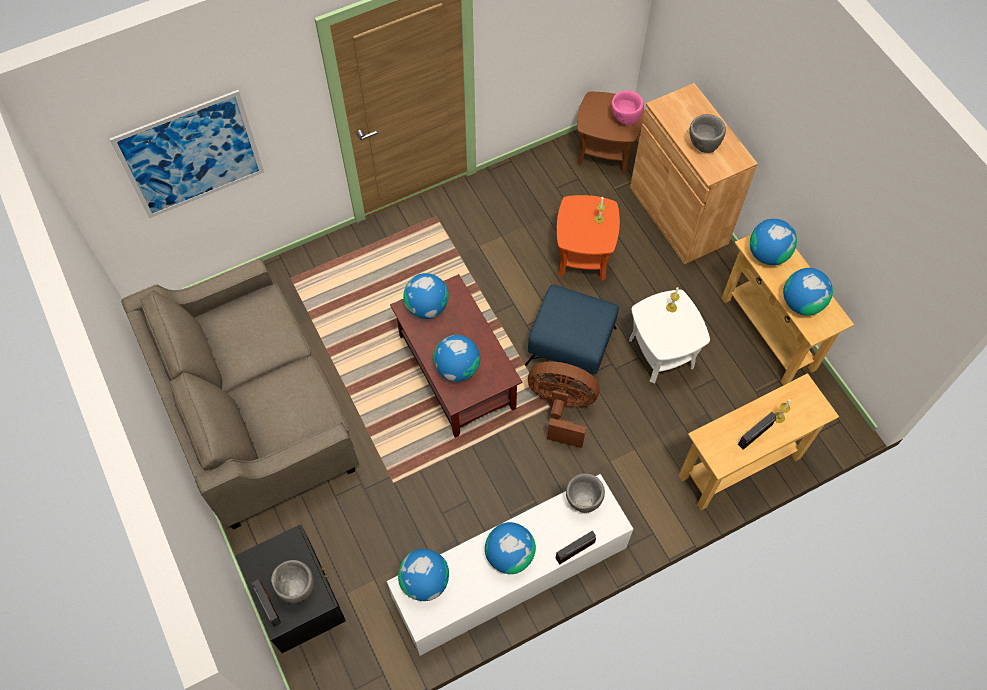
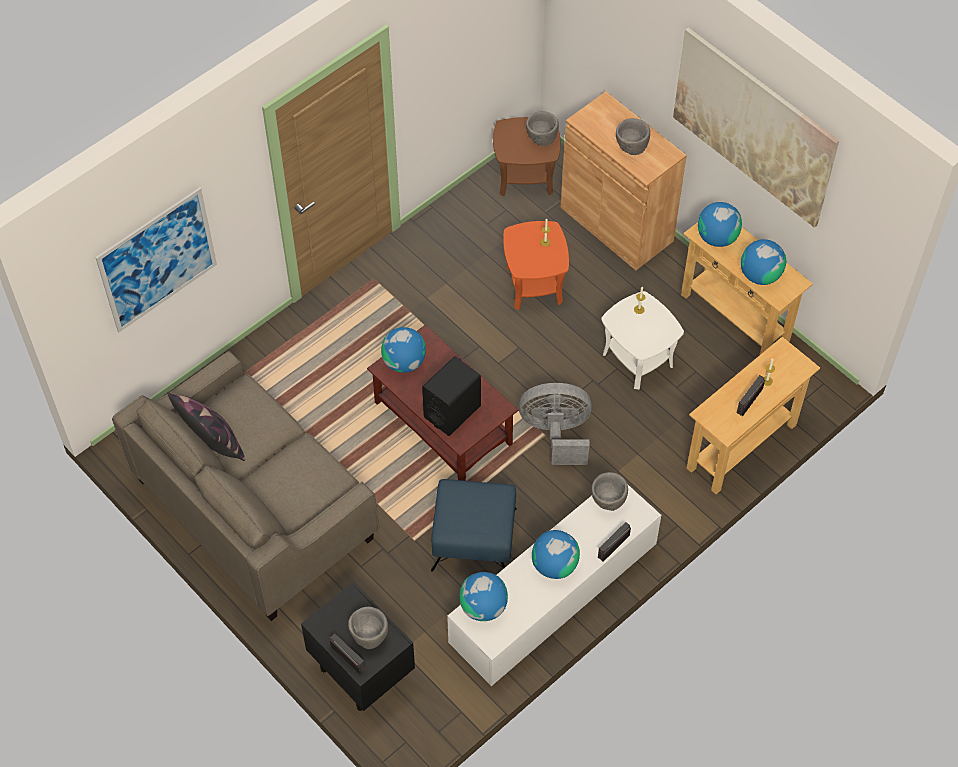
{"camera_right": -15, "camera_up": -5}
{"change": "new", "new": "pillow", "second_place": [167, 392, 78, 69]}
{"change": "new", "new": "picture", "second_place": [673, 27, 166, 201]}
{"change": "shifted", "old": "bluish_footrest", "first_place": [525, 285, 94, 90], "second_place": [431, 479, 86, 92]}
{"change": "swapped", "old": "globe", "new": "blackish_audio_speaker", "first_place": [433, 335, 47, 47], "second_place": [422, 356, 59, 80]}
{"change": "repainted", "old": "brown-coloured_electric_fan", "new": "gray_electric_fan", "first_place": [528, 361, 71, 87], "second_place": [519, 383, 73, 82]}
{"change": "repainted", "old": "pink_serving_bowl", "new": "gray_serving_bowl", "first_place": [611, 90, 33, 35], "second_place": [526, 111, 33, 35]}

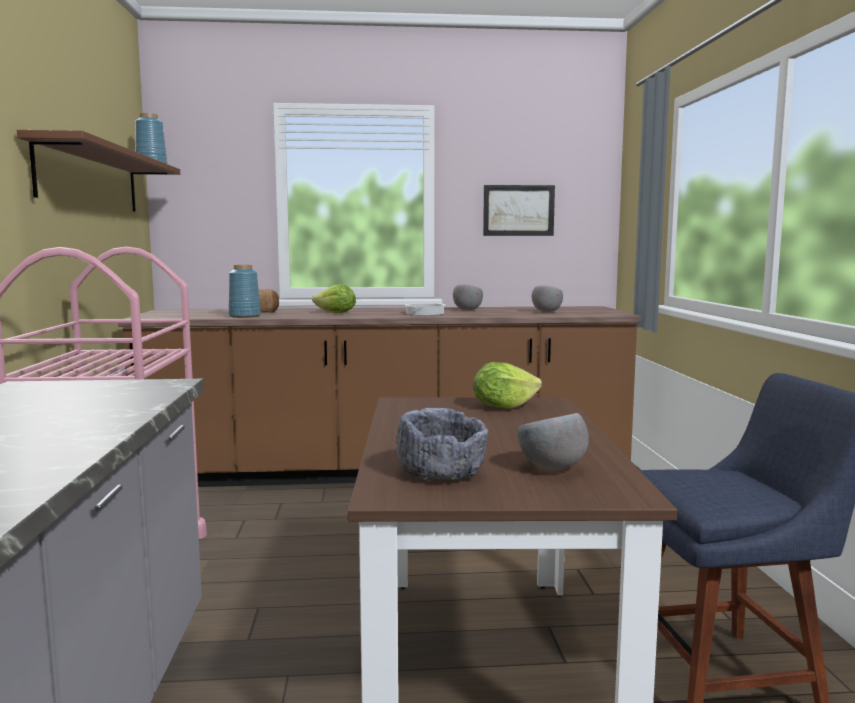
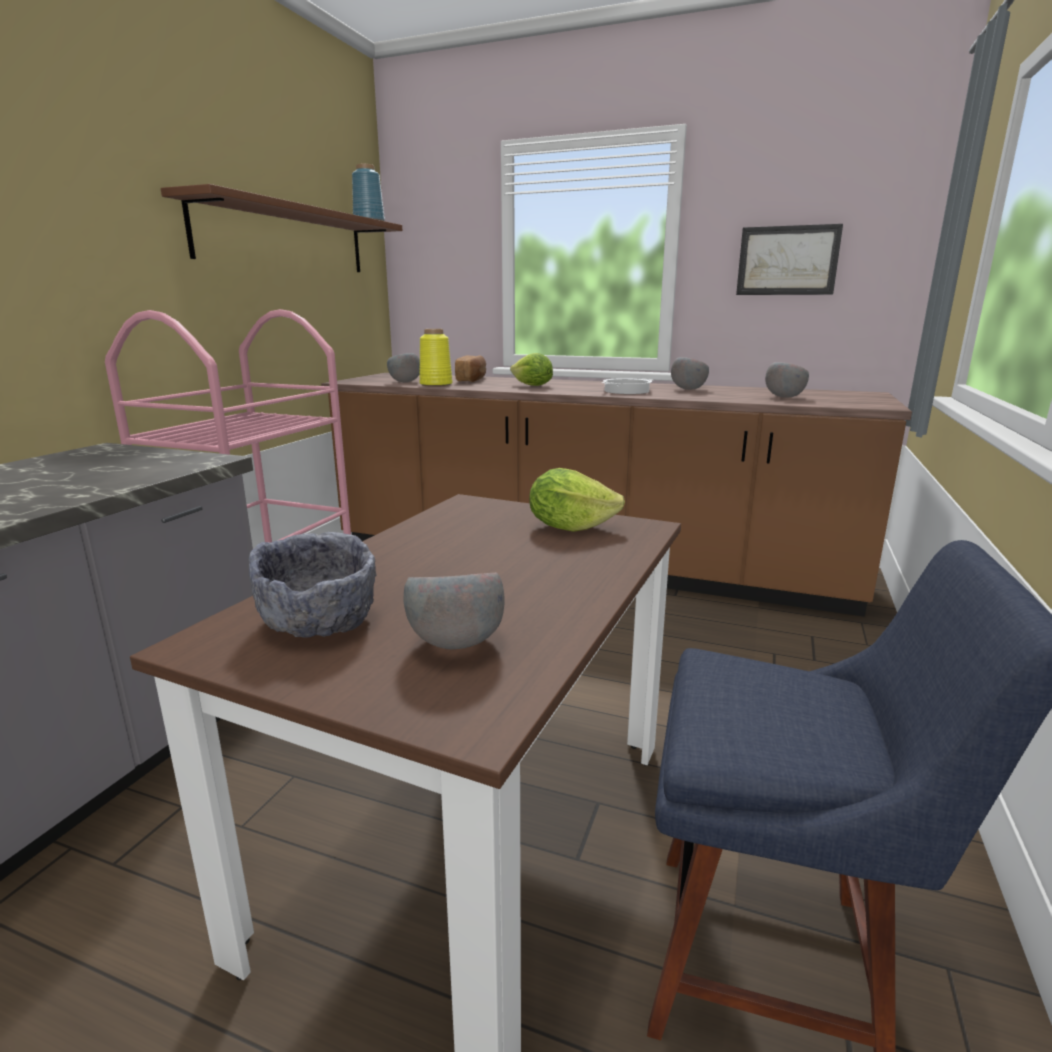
{"camera_right": 25, "camera_up": 10}
{"change": "new", "new": "gray_serving_bowl", "second_place": [387, 353, 33, 29]}
{"change": "repainted", "old": "bluish_decorative_vase", "new": "yellow-coloured_decorative_vase", "first_place": [229, 264, 32, 54], "second_place": [419, 329, 34, 58]}

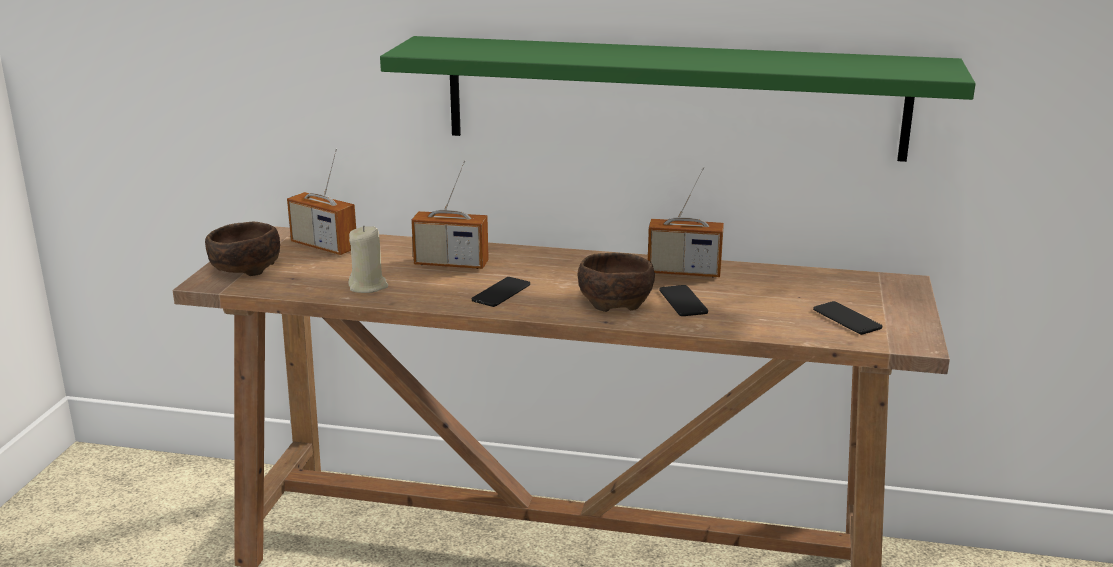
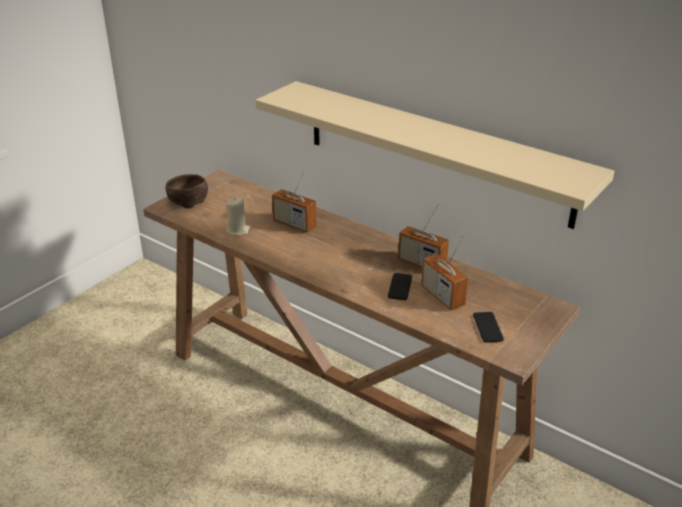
{"camera_right": 25, "camera_up": 10}
{"change": "gone", "old": "telephone", "first_place": [472, 277, 58, 30]}
{"change": "gone", "old": "brown-coloured_serving_bowl", "first_place": [578, 253, 77, 59]}
{"change": "shifted", "old": "radio_receiver", "first_place": [287, 148, 69, 107], "second_place": [421, 236, 47, 74]}
{"change": "repainted", "old": "greenish_wall_shelf", "new": "beige-coloured_wall_shelf", "first_place": [380, 36, 596, 126], "second_place": [255, 81, 360, 148]}

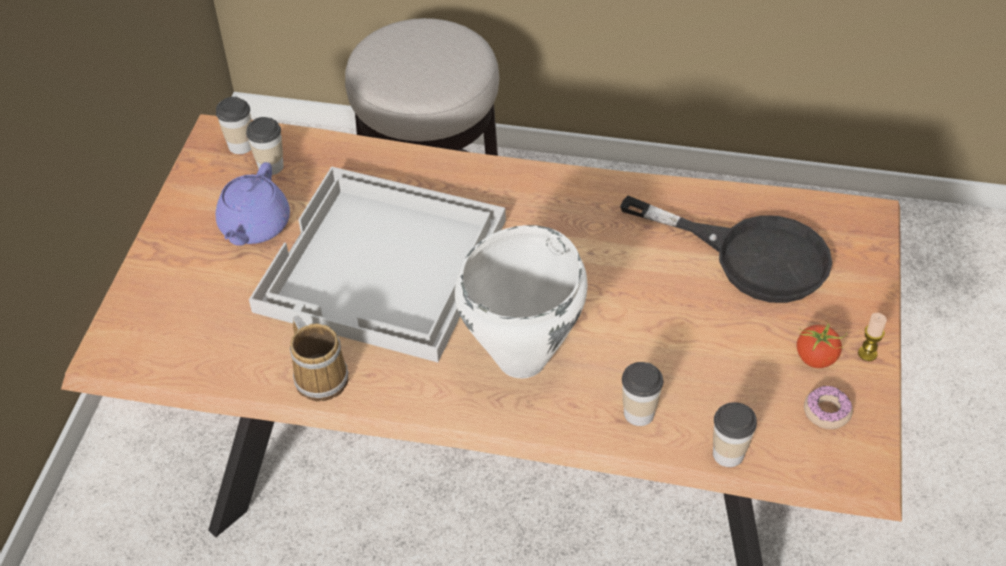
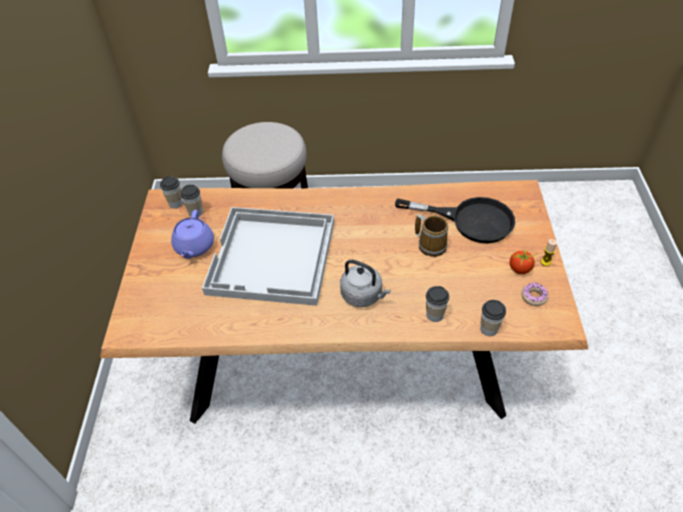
{"camera_right": -10, "camera_up": 0}
{"change": "shifted", "old": "coffee_mug", "first_place": [290, 316, 59, 85], "second_place": [415, 214, 33, 43]}
{"change": "swapped", "old": "whitish_stockpot", "new": "gray_water_kettle", "first_place": [455, 225, 133, 153], "second_place": [340, 259, 51, 48]}

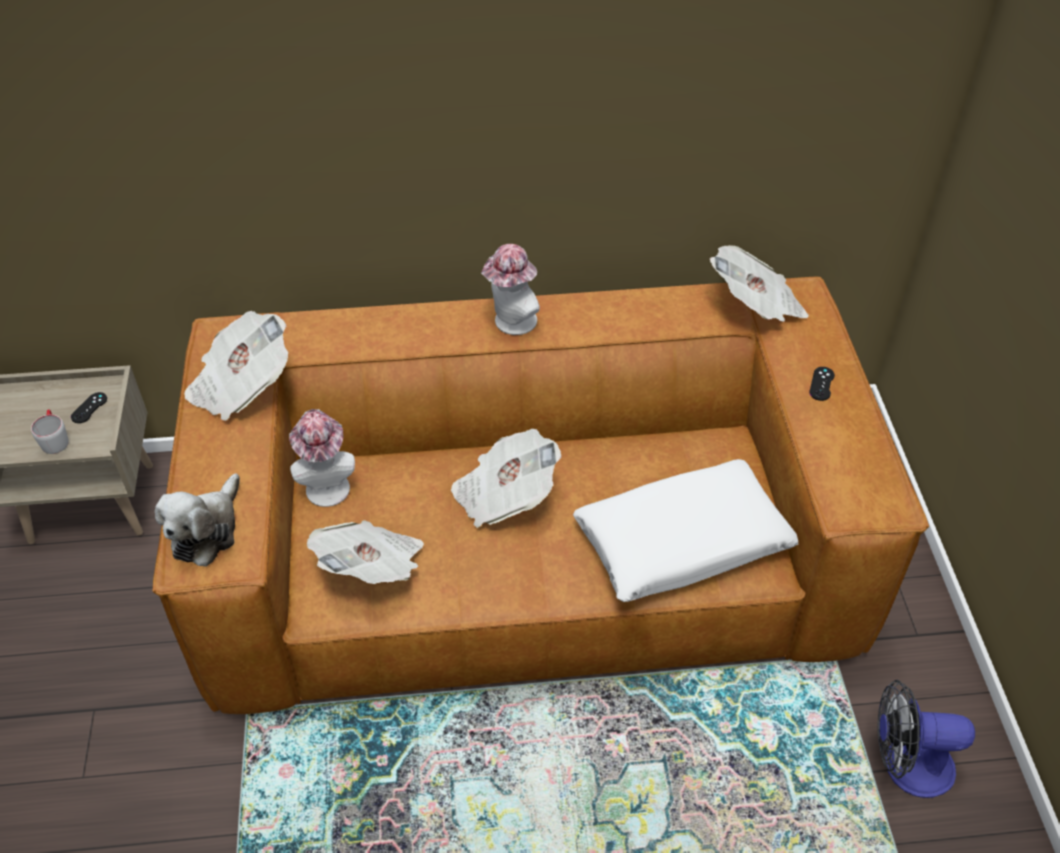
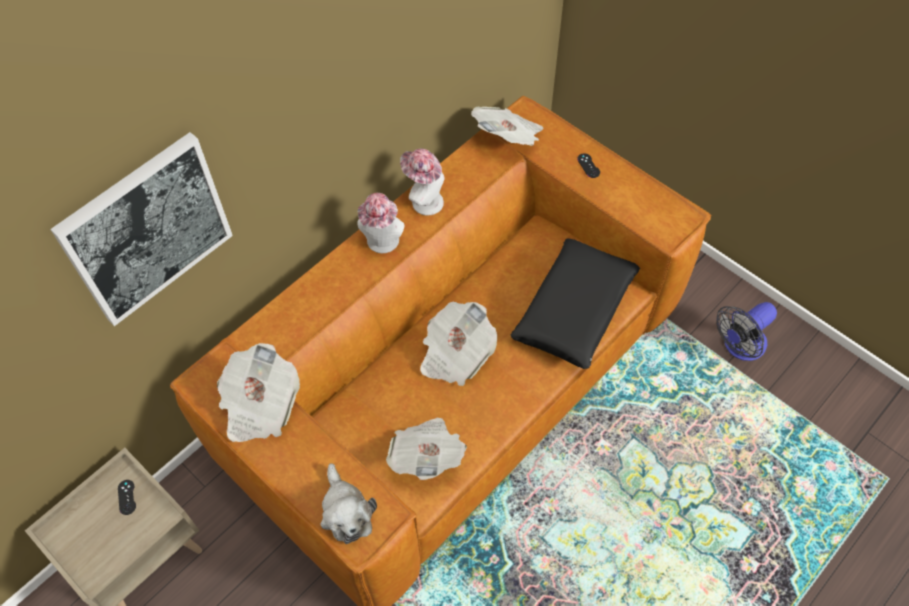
{"camera_right": -40, "camera_up": 10}
{"change": "gone", "old": "gray_coffee_mug", "first_place": [31, 409, 38, 45]}
{"change": "new", "new": "picture", "second_place": [50, 132, 183, 194]}
{"change": "shifted", "old": "hat", "first_place": [289, 409, 66, 98], "second_place": [400, 149, 45, 66]}
{"change": "repainted", "old": "whitish_pillow", "new": "blackish_pillow", "first_place": [573, 459, 226, 143], "second_place": [510, 238, 130, 131]}

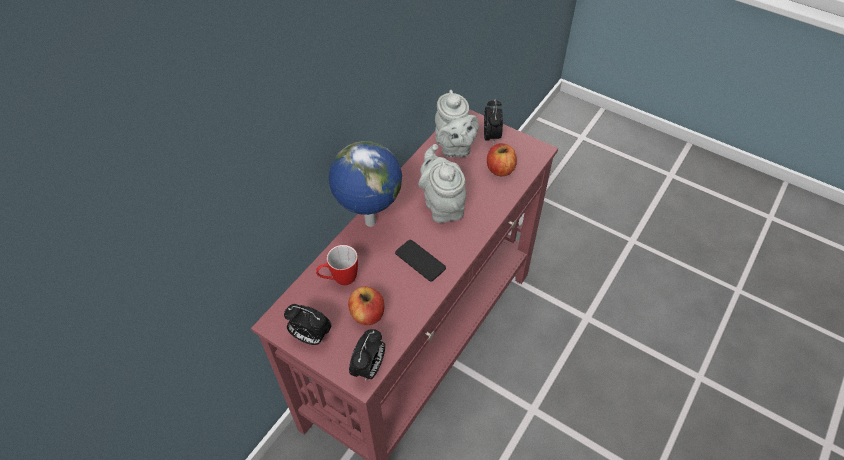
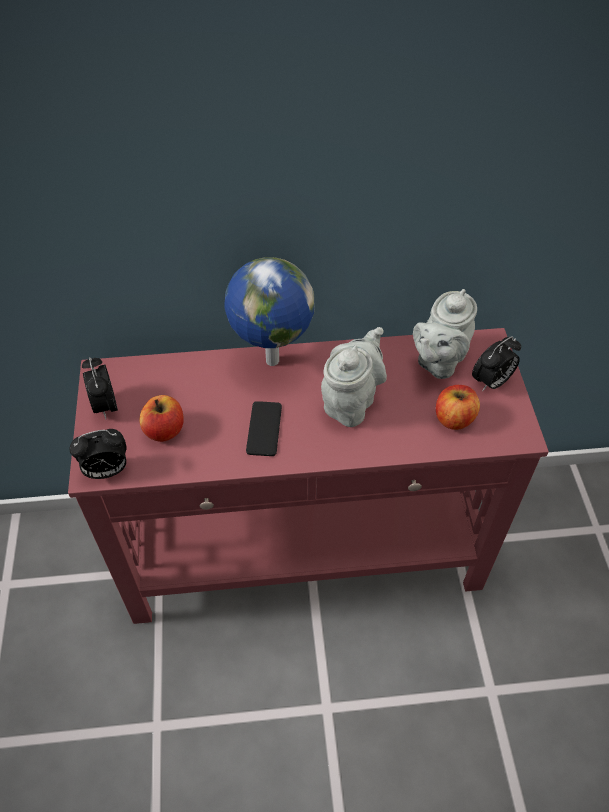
{"camera_right": 50, "camera_up": 0}
{"change": "gone", "old": "coffee_mug", "first_place": [316, 245, 42, 40]}

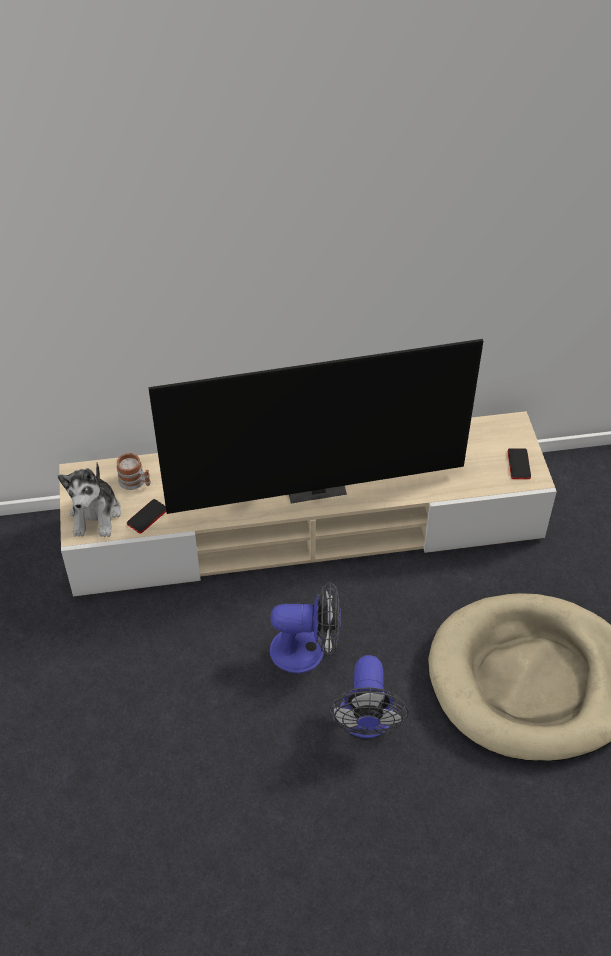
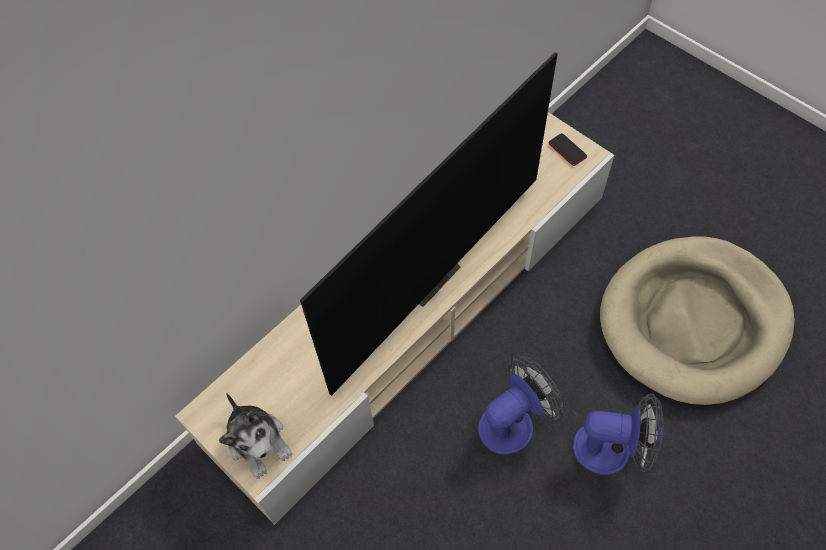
{"camera_right": -35, "camera_up": 10}
{"change": "gone", "old": "coffee_mug", "first_place": [117, 453, 34, 37]}
{"change": "gone", "old": "telephone", "first_place": [127, 499, 39, 35]}
{"change": "rotated", "old": "electric_fan", "first_place": [329, 655, 80, 83], "second_place": [573, 393, 91, 82], "degrees": -45}

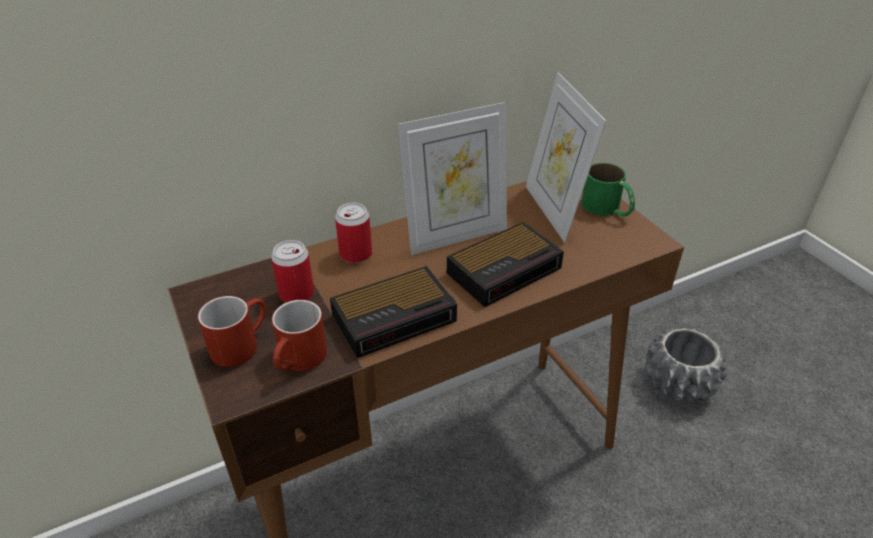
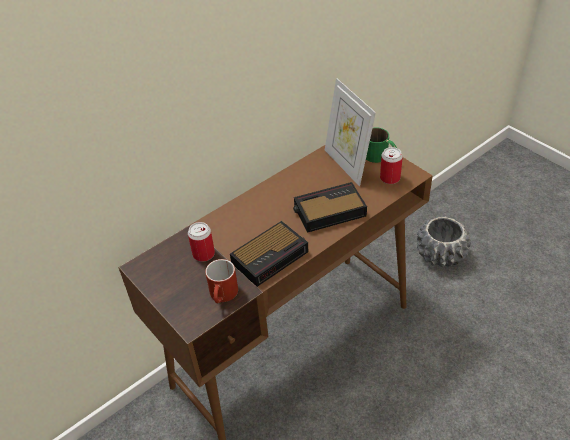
{"camera_right": -10, "camera_up": 5}
{"change": "gone", "old": "red-coloured_coffee_mug", "first_place": [198, 296, 68, 71]}
{"change": "gone", "old": "picture_frame", "first_place": [398, 102, 109, 153]}
{"change": "shifted", "old": "can", "first_place": [335, 202, 37, 61], "second_place": [380, 147, 23, 37]}
{"change": "rotated", "old": "table_clock", "first_place": [447, 222, 117, 85], "second_place": [293, 182, 74, 51], "degrees": -150}

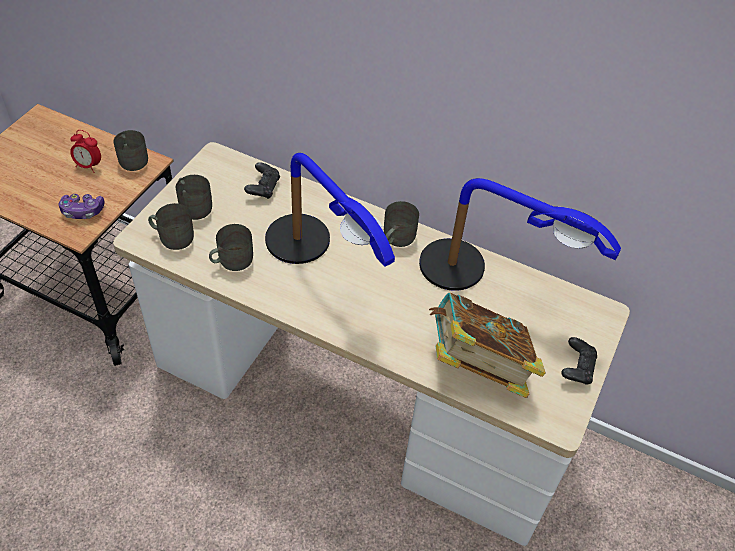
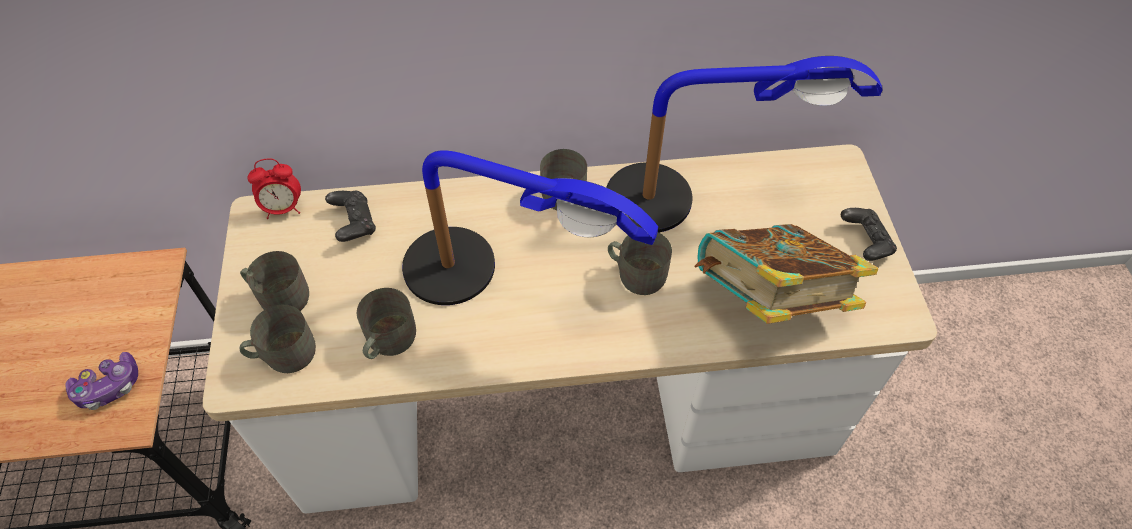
{"camera_right": -30, "camera_up": 5}
{"change": "shifted", "old": "table_clock", "first_place": [70, 130, 31, 43], "second_place": [247, 158, 54, 61]}
{"change": "shifted", "old": "gray_coffee_mug", "first_place": [113, 130, 35, 41], "second_place": [608, 232, 64, 63]}

